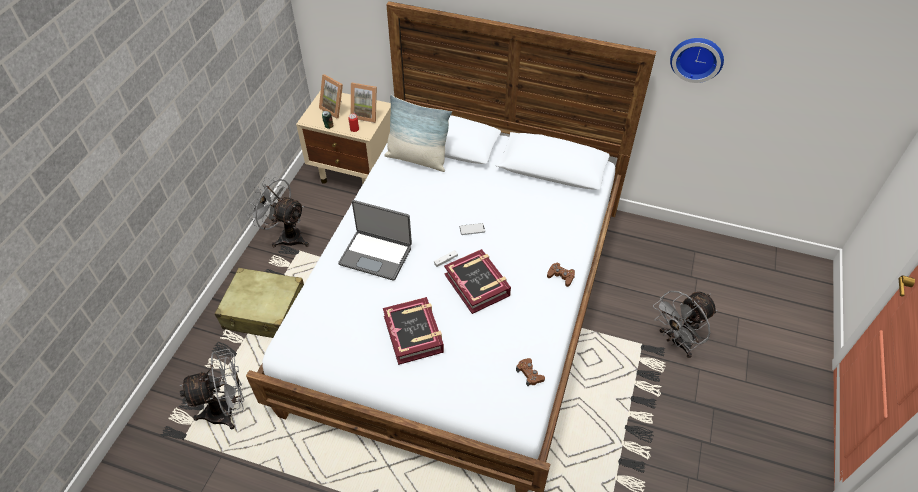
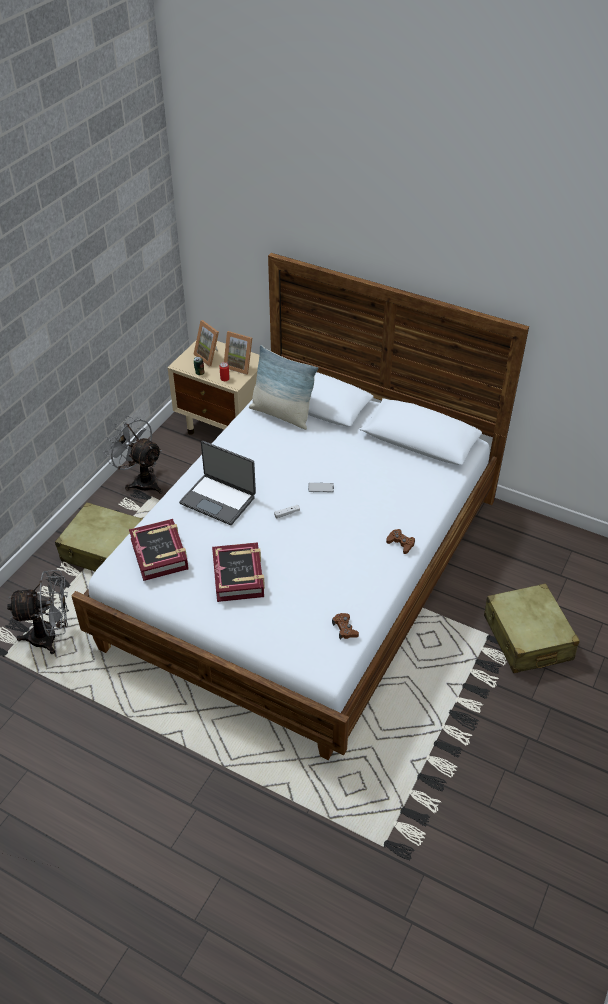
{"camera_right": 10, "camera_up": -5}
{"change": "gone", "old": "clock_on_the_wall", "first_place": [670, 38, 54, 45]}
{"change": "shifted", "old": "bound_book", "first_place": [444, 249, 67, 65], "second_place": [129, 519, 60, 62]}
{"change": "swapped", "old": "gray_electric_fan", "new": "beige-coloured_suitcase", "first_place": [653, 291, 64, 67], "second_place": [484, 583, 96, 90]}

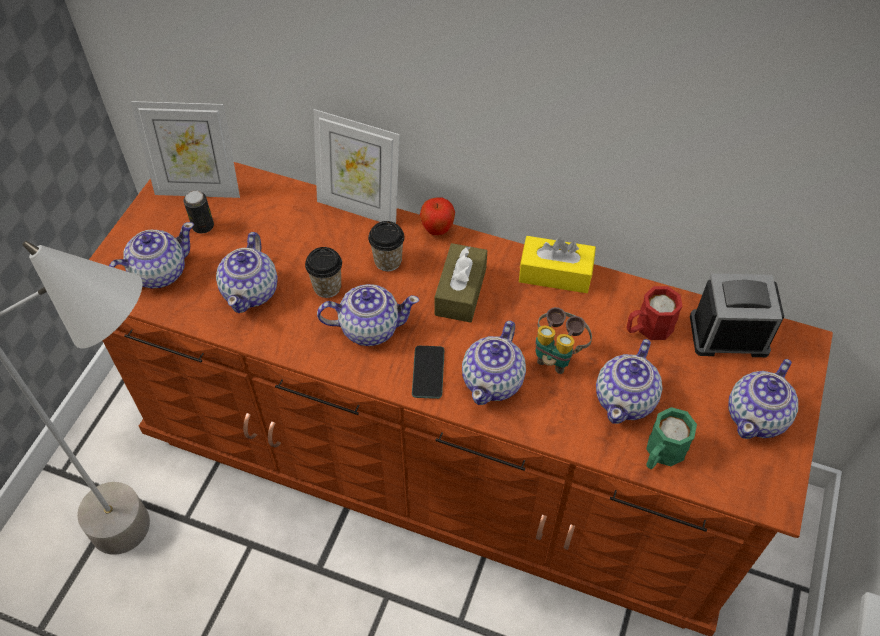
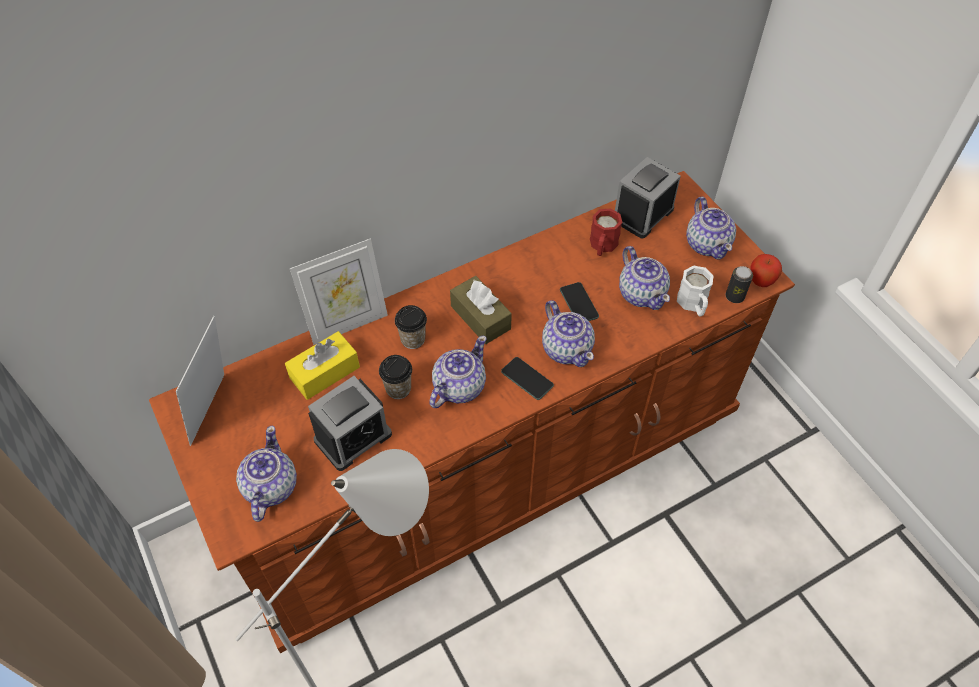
{"camera_right": -50, "camera_up": 0}
{"change": "shifted", "old": "can", "first_place": [183, 190, 31, 44], "second_place": [725, 266, 28, 37]}
{"change": "shifted", "old": "apple", "first_place": [420, 197, 35, 38], "second_place": [750, 254, 32, 33]}
{"change": "shifted", "old": "yellow-coloured_tissue_box", "first_place": [519, 236, 77, 57], "second_place": [285, 331, 75, 69]}
{"change": "swapped", "old": "tea_pot", "new": "table_clock", "first_place": [216, 232, 62, 81], "second_place": [308, 376, 84, 95]}
{"change": "swapped", "old": "pair_of_binoculars", "new": "telephone", "first_place": [535, 307, 57, 67], "second_place": [560, 282, 39, 39]}
{"change": "repainted", "old": "greenish_coffee_mug", "new": "whitish_coffee_mug", "first_place": [646, 407, 51, 62], "second_place": [677, 265, 37, 51]}
{"change": "rotated", "old": "picture_frame", "first_place": [131, 101, 109, 97], "second_place": [176, 316, 48, 130], "degrees": 150}

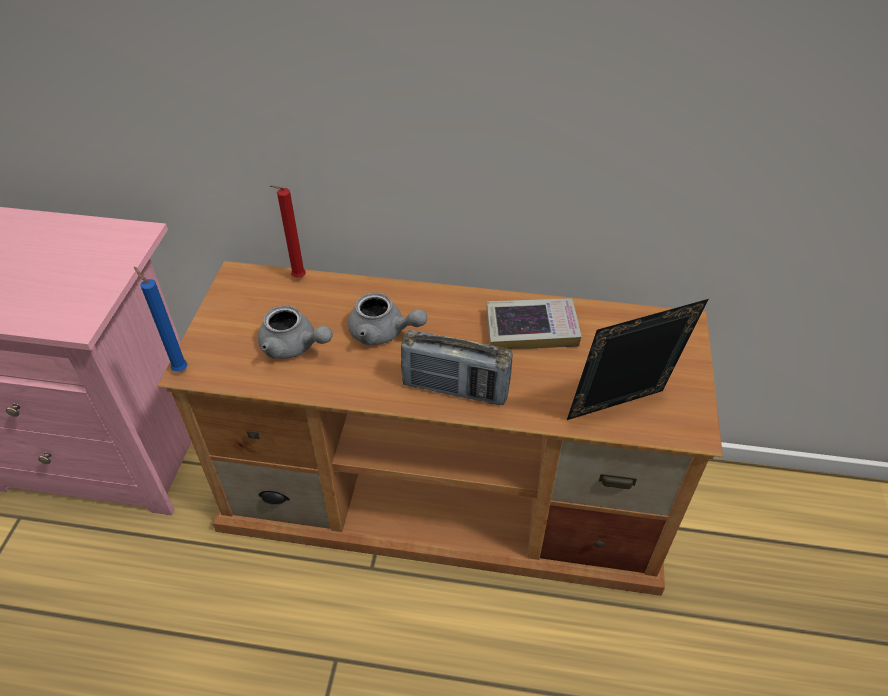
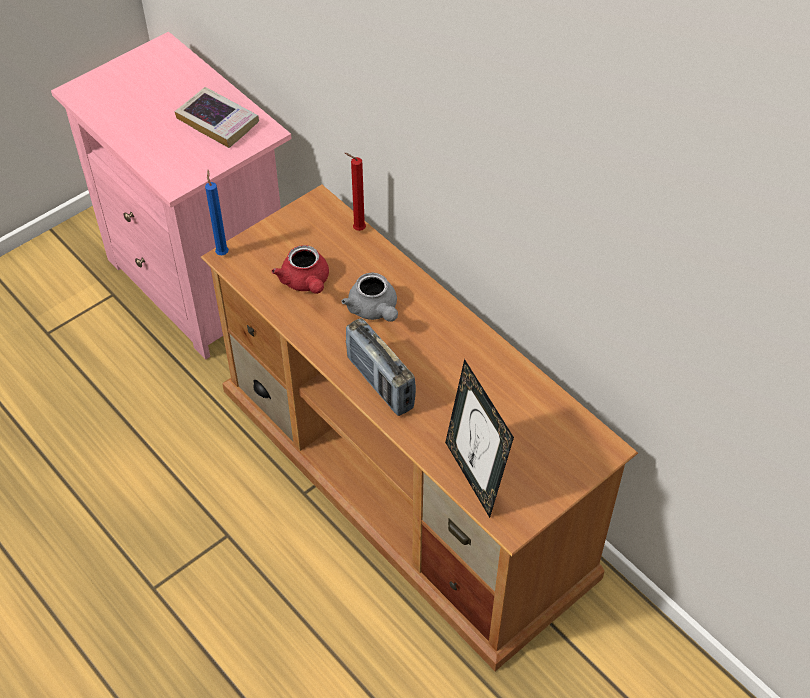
{"camera_right": 40, "camera_up": 5}
{"change": "shifted", "old": "bound_book", "first_place": [486, 298, 96, 51], "second_place": [175, 87, 84, 61]}
{"change": "repainted", "old": "gray_tea_pot", "new": "red-coloured_tea_pot", "first_place": [258, 305, 75, 54], "second_place": [271, 245, 58, 49]}
{"change": "rotated", "old": "picture_frame", "first_place": [567, 299, 141, 121], "second_place": [445, 359, 69, 159], "degrees": -135}

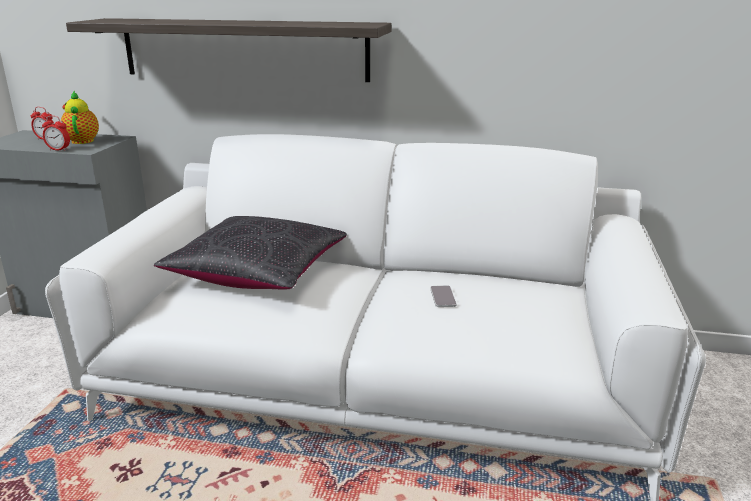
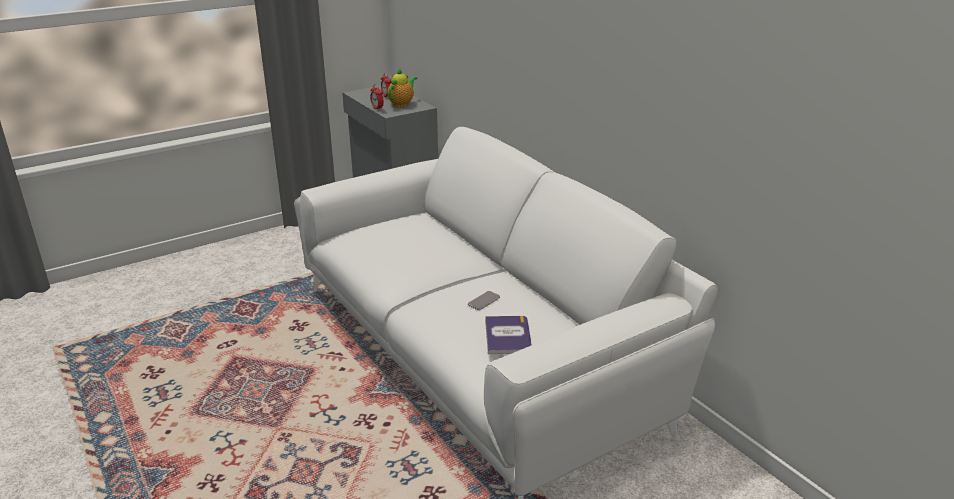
{"camera_right": 45, "camera_up": 5}
{"change": "gone", "old": "wall_shelf", "first_place": [66, 18, 326, 64]}
{"change": "gone", "old": "blackish_pillow", "first_place": [154, 216, 193, 74]}
{"change": "new", "new": "bound_book", "second_place": [485, 316, 47, 38]}

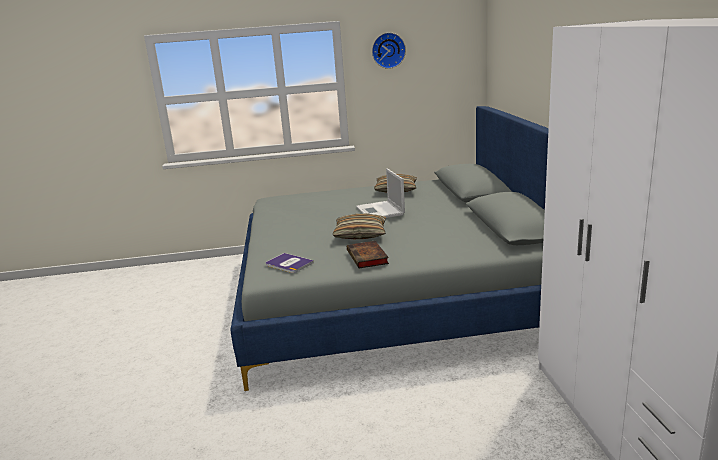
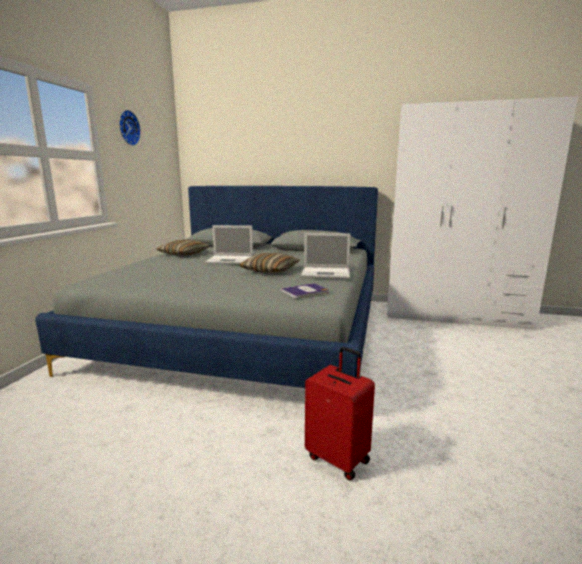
{"camera_right": -70, "camera_up": -5}
{"change": "new", "new": "red-coloured_suitcase", "second_place": [305, 347, 70, 134]}
{"change": "swapped", "old": "bound_book", "new": "portable_computer", "first_place": [347, 241, 42, 28], "second_place": [301, 233, 49, 46]}

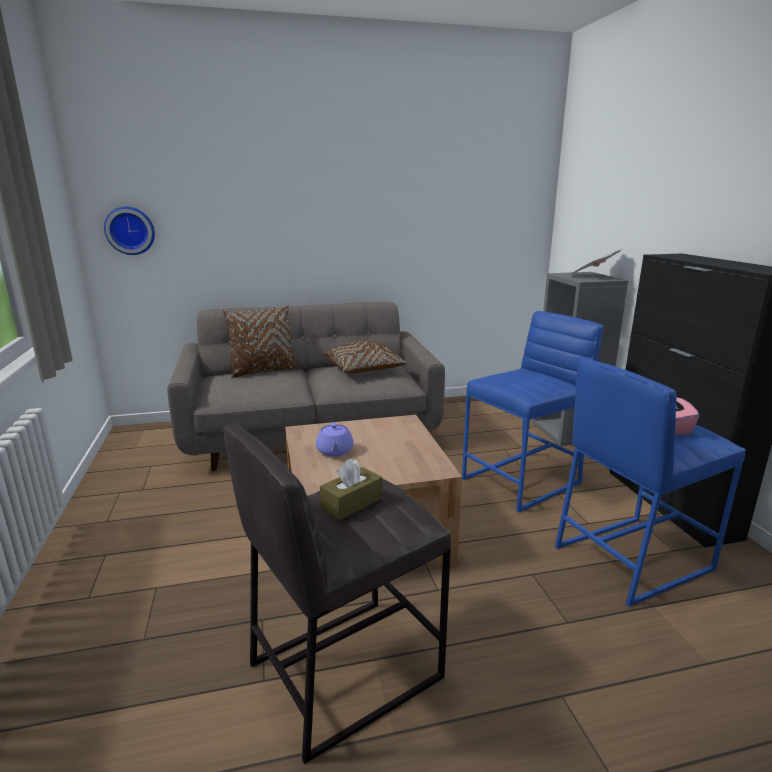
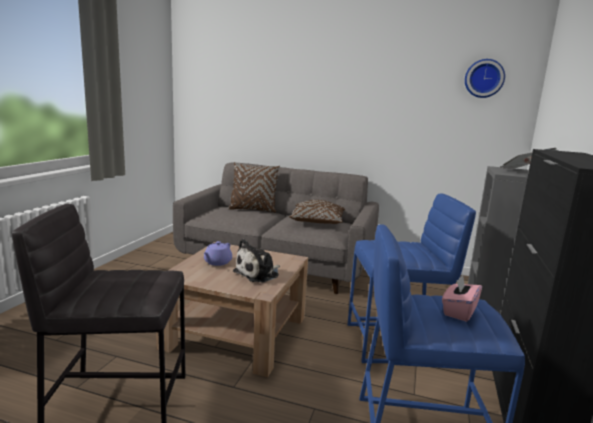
{"camera_right": 30, "camera_up": -5}
{"change": "gone", "old": "brown-coloured_tissue_box", "first_place": [320, 458, 63, 62]}
{"change": "new", "new": "cuddly_toy", "second_place": [233, 239, 47, 43]}
{"change": "shifted", "old": "clock_on_the_wall", "first_place": [104, 207, 51, 48], "second_place": [465, 59, 40, 39]}

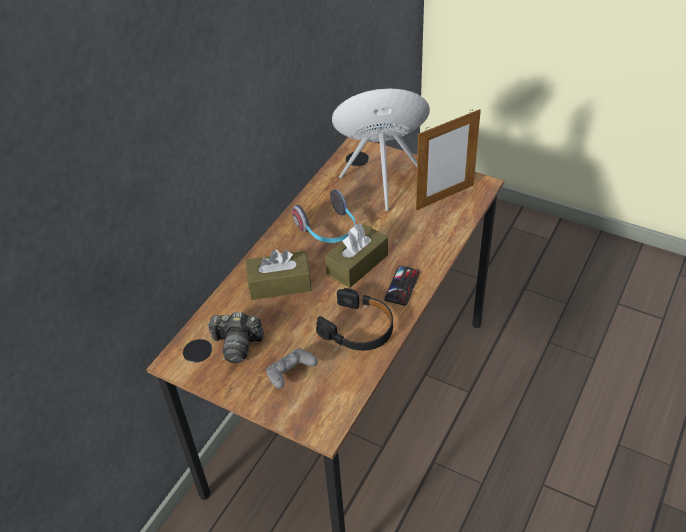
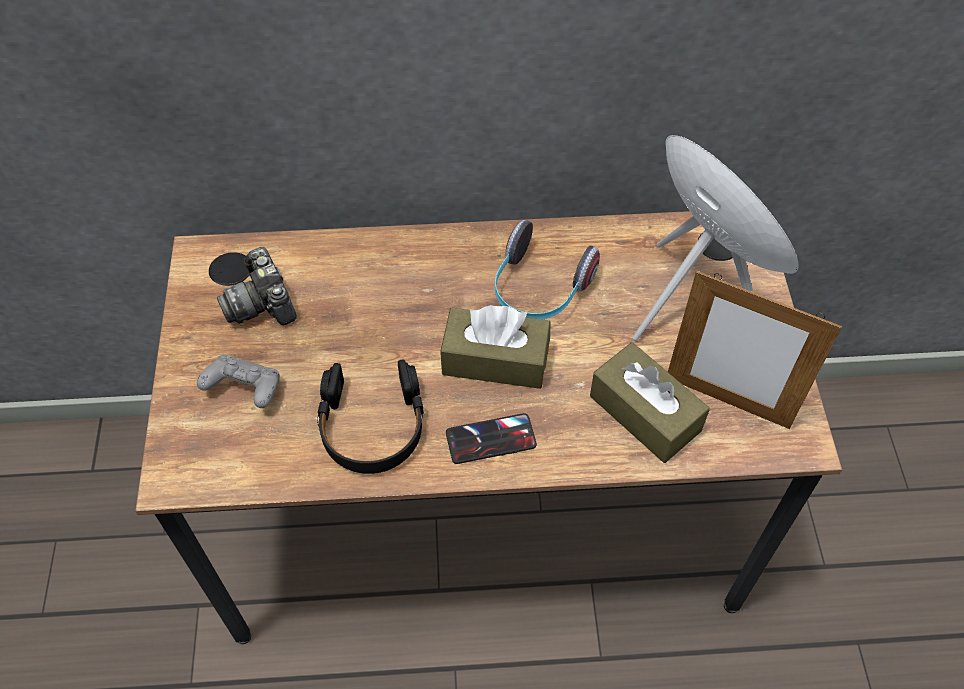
{"camera_right": 55, "camera_up": 10}
{"change": "shifted", "old": "brown-coloured_tissue_box", "first_place": [246, 249, 66, 51], "second_place": [590, 342, 120, 121]}

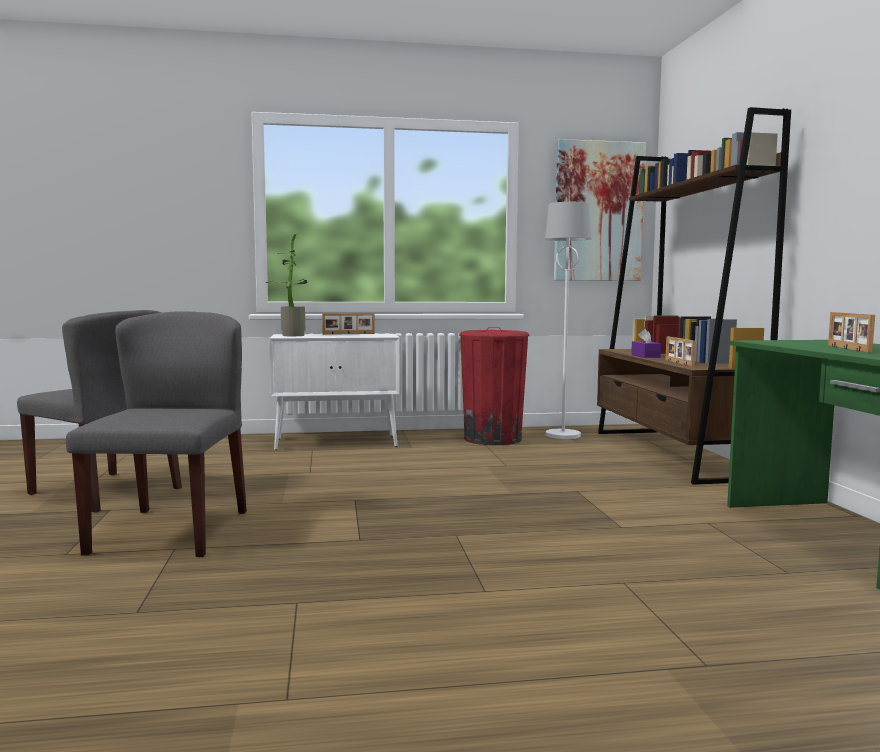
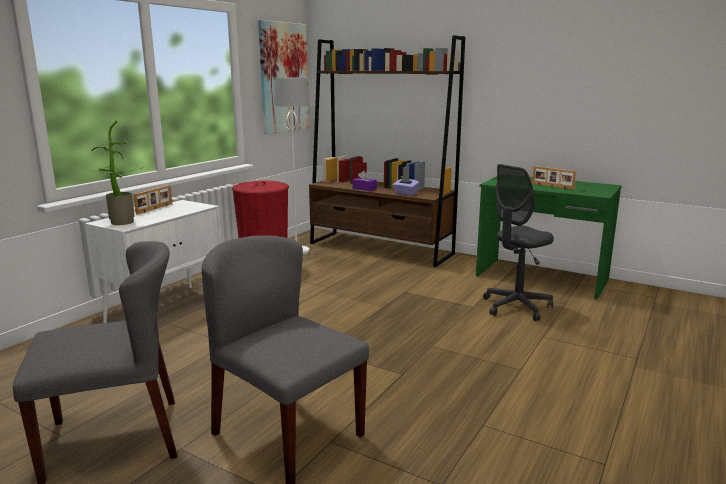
{"camera_right": -50, "camera_up": 10}
{"change": "new", "new": "gray_office_chair", "second_place": [483, 164, 71, 157]}
{"change": "swapped", "old": "picture_frame", "new": "purple_tissue_box", "first_place": [665, 336, 31, 30], "second_place": [393, 176, 26, 20]}

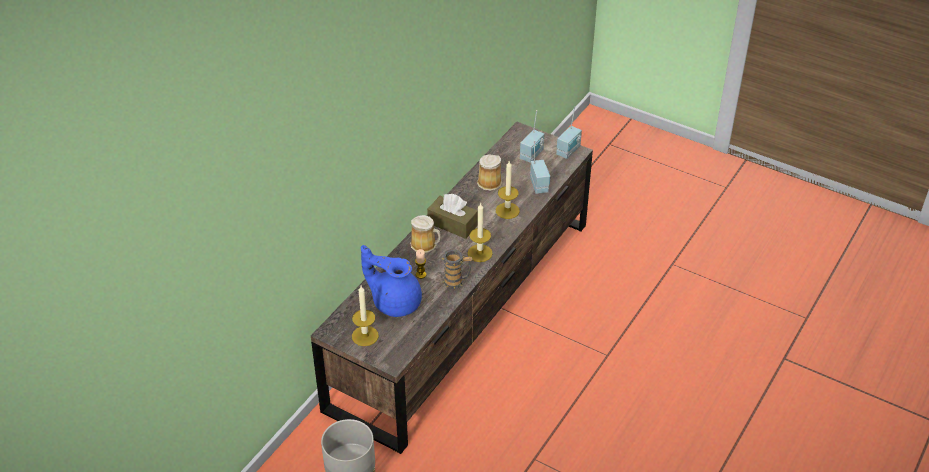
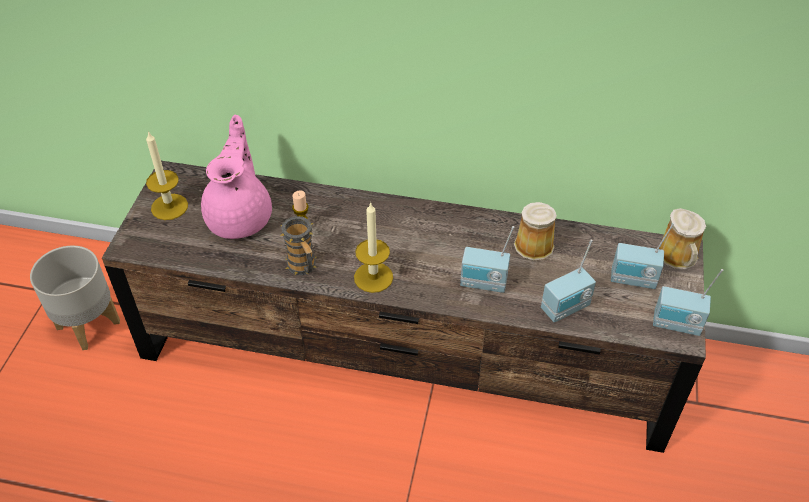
{"camera_right": 70, "camera_up": 5}
{"change": "gone", "old": "brown-coloured_tissue_box", "first_place": [427, 194, 51, 45]}
{"change": "shifted", "old": "coffee_mug", "first_place": [410, 215, 31, 38], "second_place": [659, 208, 47, 61]}
{"change": "swapped", "old": "wax_light", "new": "radio_receiver", "first_place": [496, 161, 24, 58], "second_place": [460, 226, 54, 67]}
{"change": "repainted", "old": "bluish_tea_pot", "new": "pink_tea_pot", "first_place": [361, 245, 61, 72], "second_place": [201, 115, 71, 124]}

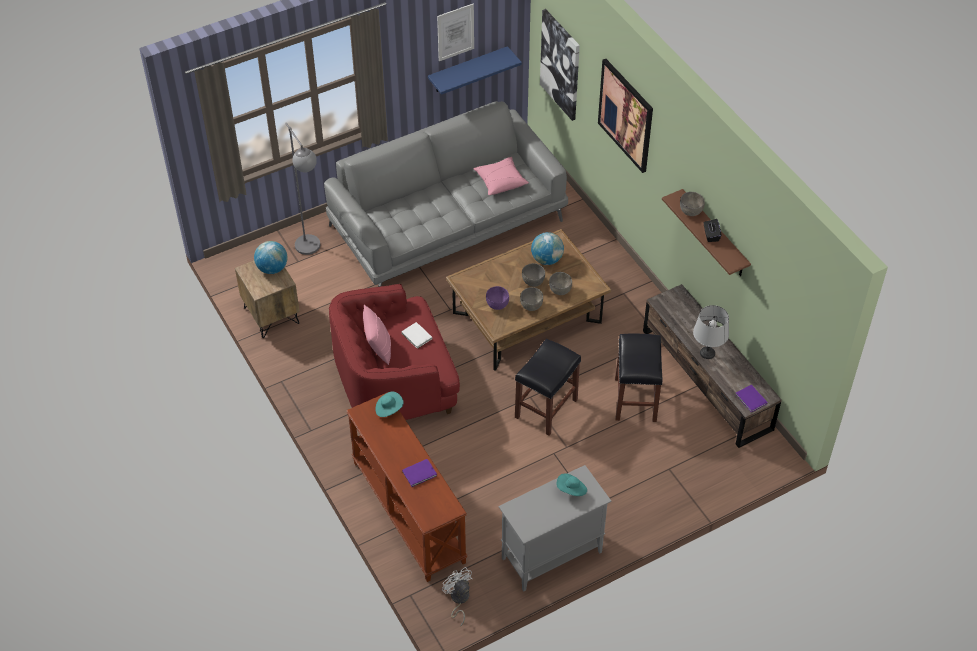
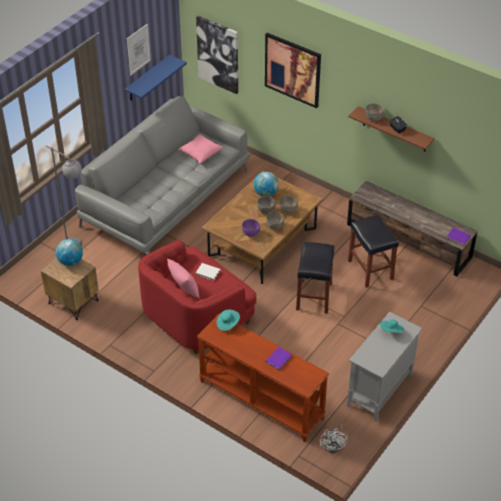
{"camera_right": -25, "camera_up": -5}
{"change": "gone", "old": "gray_tabletop_lamp", "first_place": [693, 305, 36, 54]}
{"change": "rotated", "old": "whitish_electric_fan", "first_place": [442, 567, 30, 60], "second_place": [320, 424, 28, 29], "degrees": -120}

